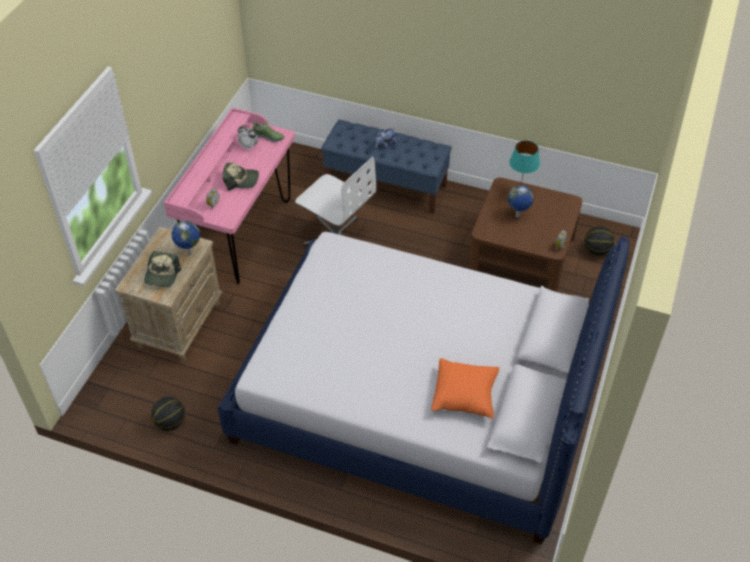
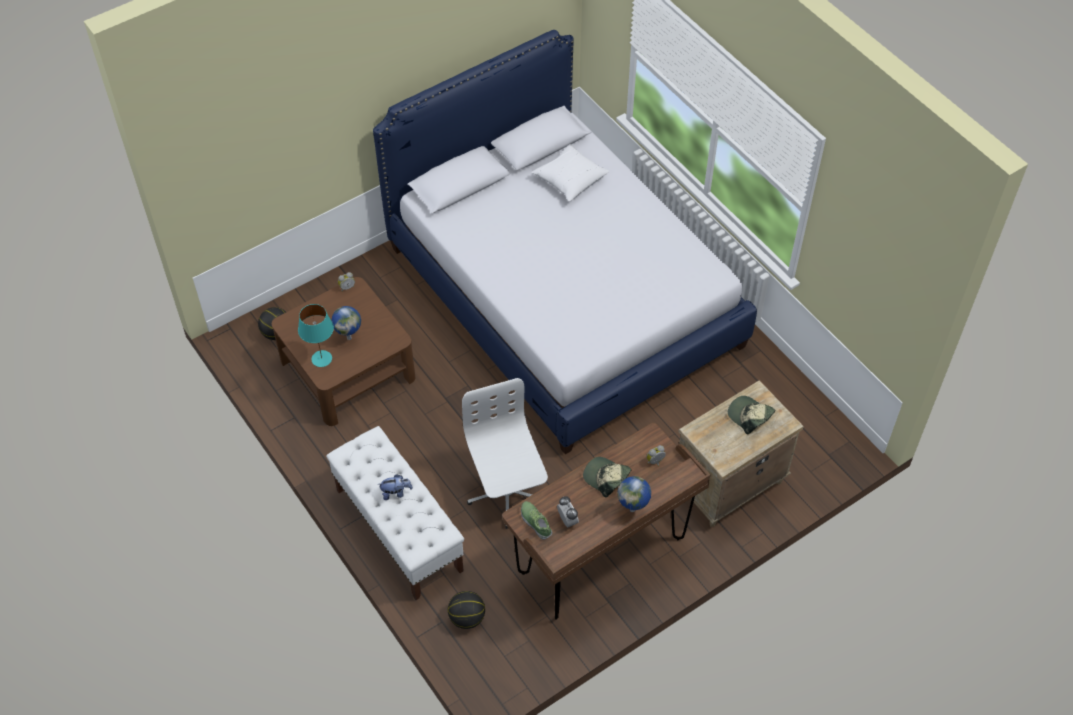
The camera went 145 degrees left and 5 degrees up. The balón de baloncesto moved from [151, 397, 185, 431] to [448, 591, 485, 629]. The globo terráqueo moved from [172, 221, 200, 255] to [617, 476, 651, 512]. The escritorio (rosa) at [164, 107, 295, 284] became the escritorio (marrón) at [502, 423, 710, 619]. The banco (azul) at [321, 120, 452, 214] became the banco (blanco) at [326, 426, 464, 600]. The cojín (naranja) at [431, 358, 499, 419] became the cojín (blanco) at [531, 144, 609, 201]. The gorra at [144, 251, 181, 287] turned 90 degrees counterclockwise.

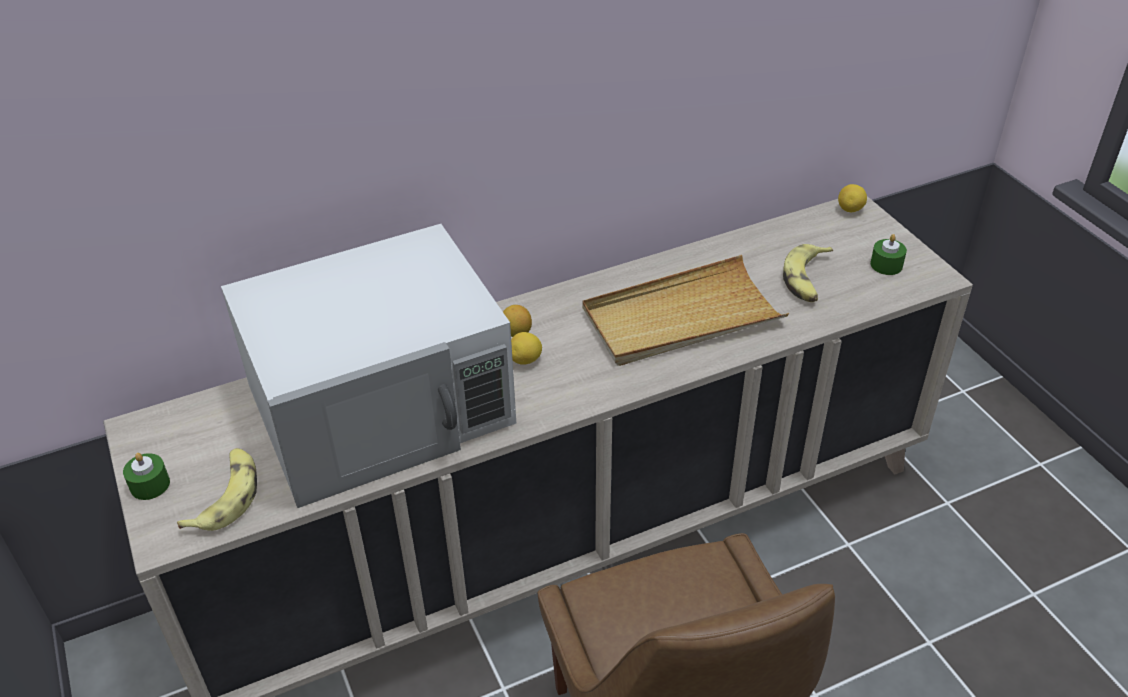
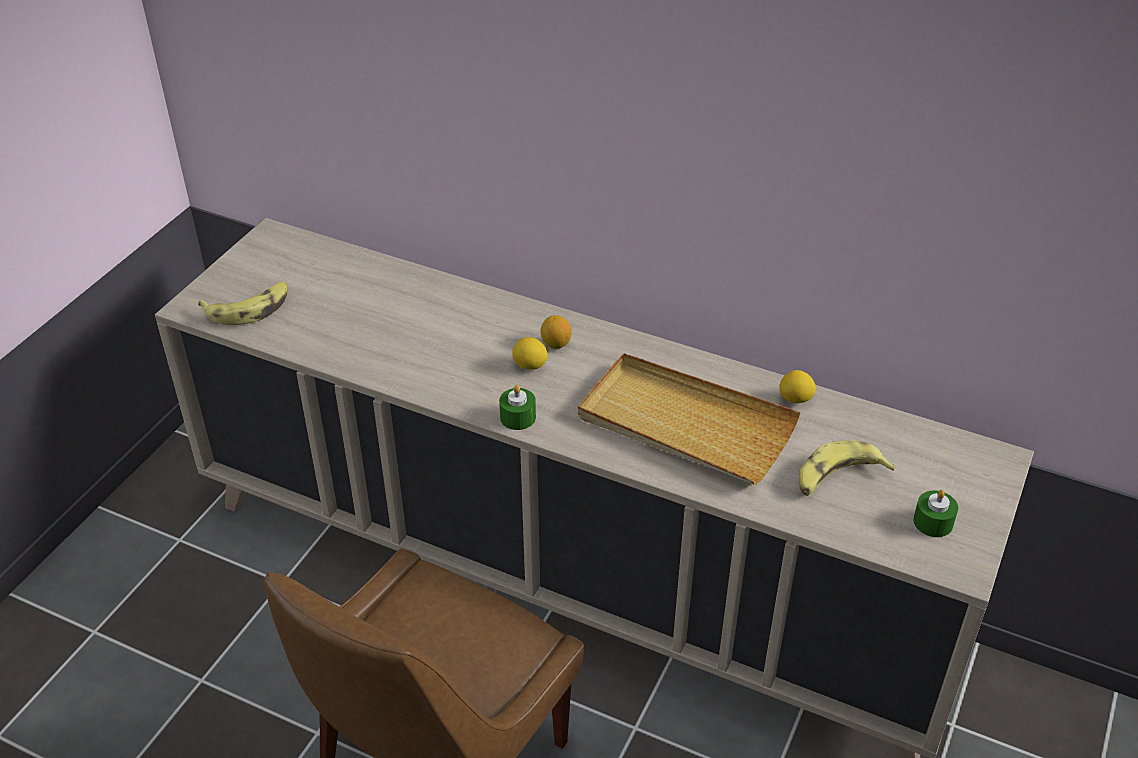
The camera went 50 degrees right and 0 degrees up. The microondas (blanco) at [221, 224, 516, 508] disappeared. The vela (verde) moved from [123, 453, 170, 500] to [499, 385, 536, 430]. The limón moved from [838, 184, 867, 212] to [779, 370, 816, 403].

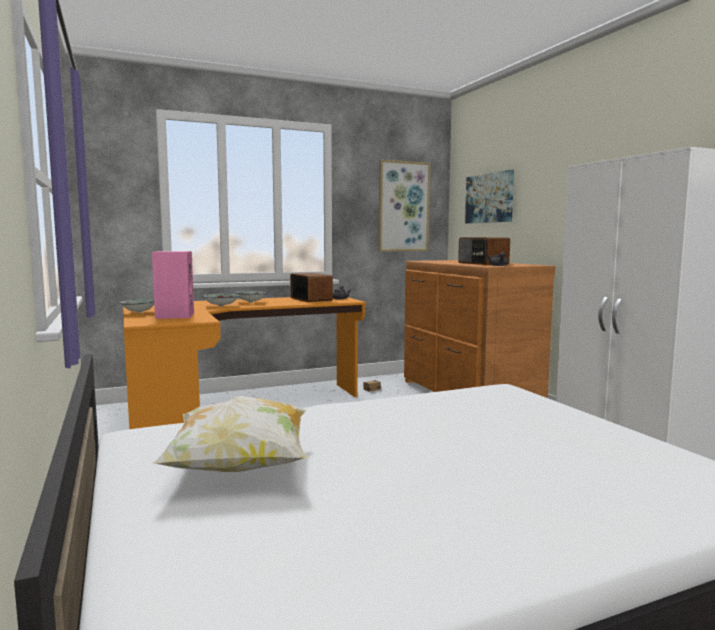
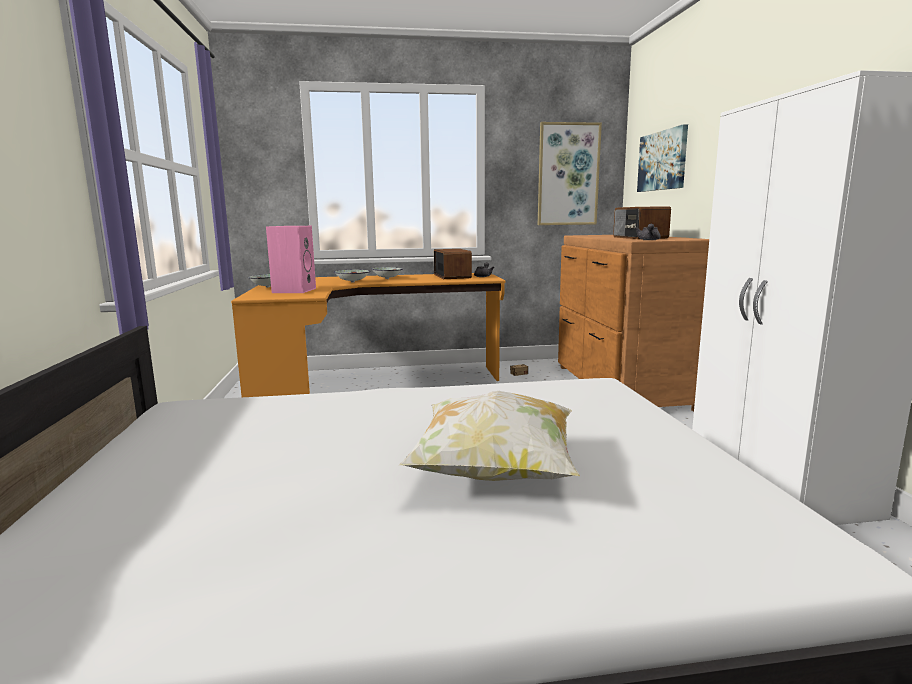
The camera went 15 degrees right and 5 degrees up. The cojín moved from [153, 396, 307, 472] to [399, 391, 580, 481].

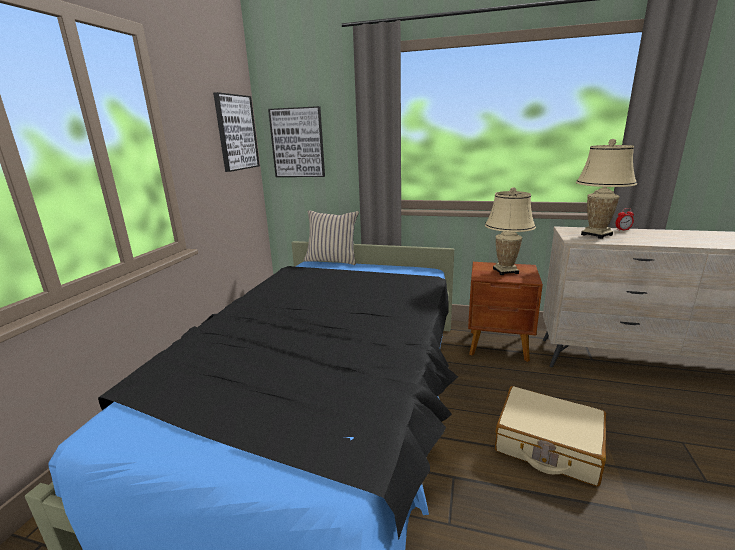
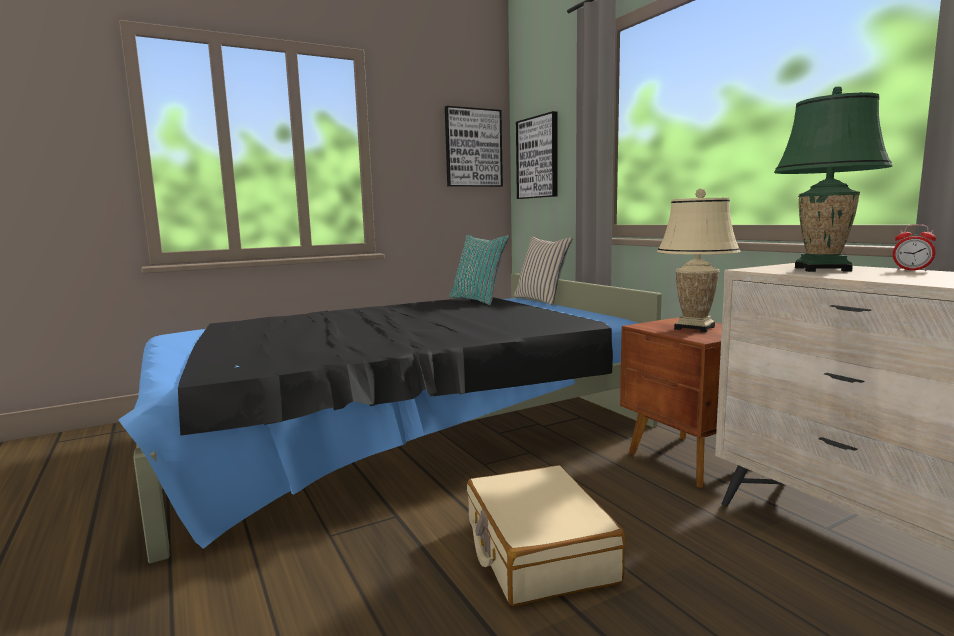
The camera went 45 degrees right and 10 degrees down. The cojín (turquesa) at [449, 235, 509, 305] appeared. The lámpara de mesa (beis) at [576, 139, 637, 239] became the lámpara de mesa (verde) at [774, 86, 892, 272].

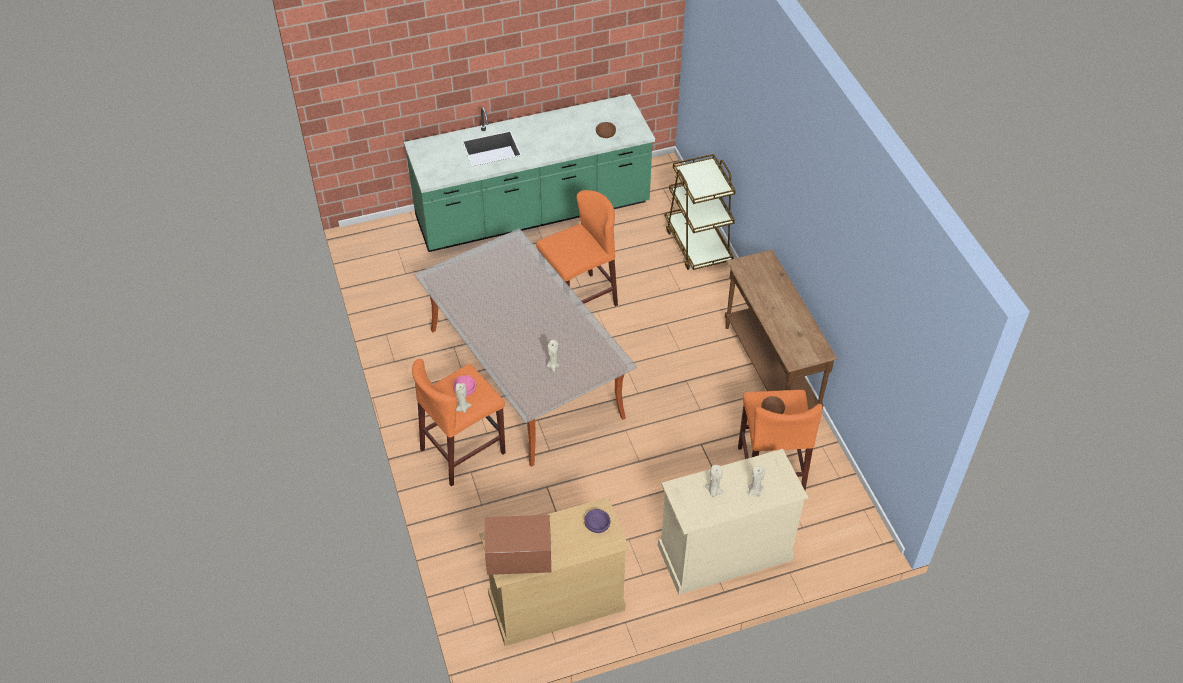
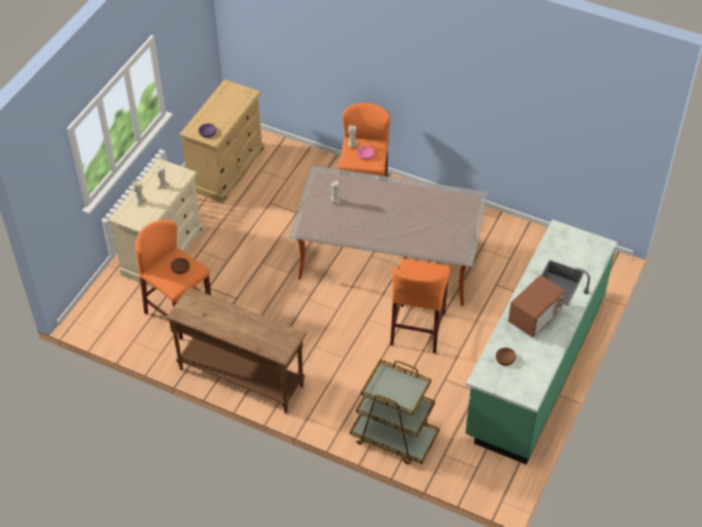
The camera went 135 degrees right and 0 degrees up. The microondas moved from [484, 515, 551, 575] to [508, 275, 565, 338].

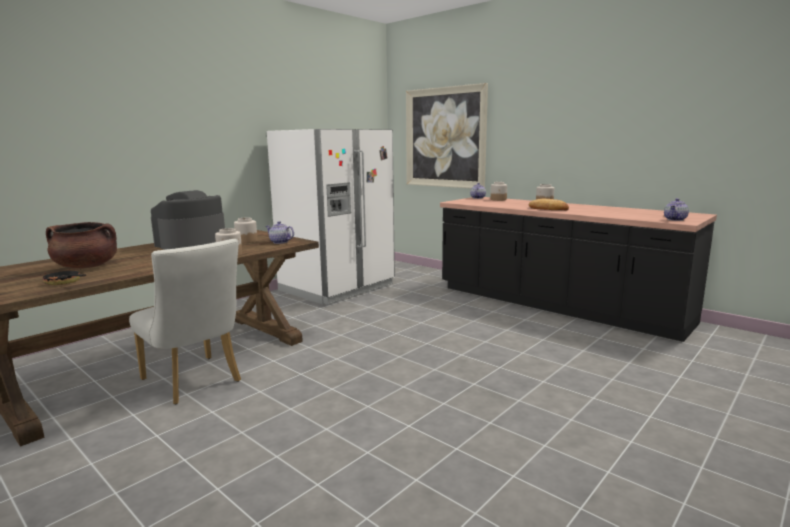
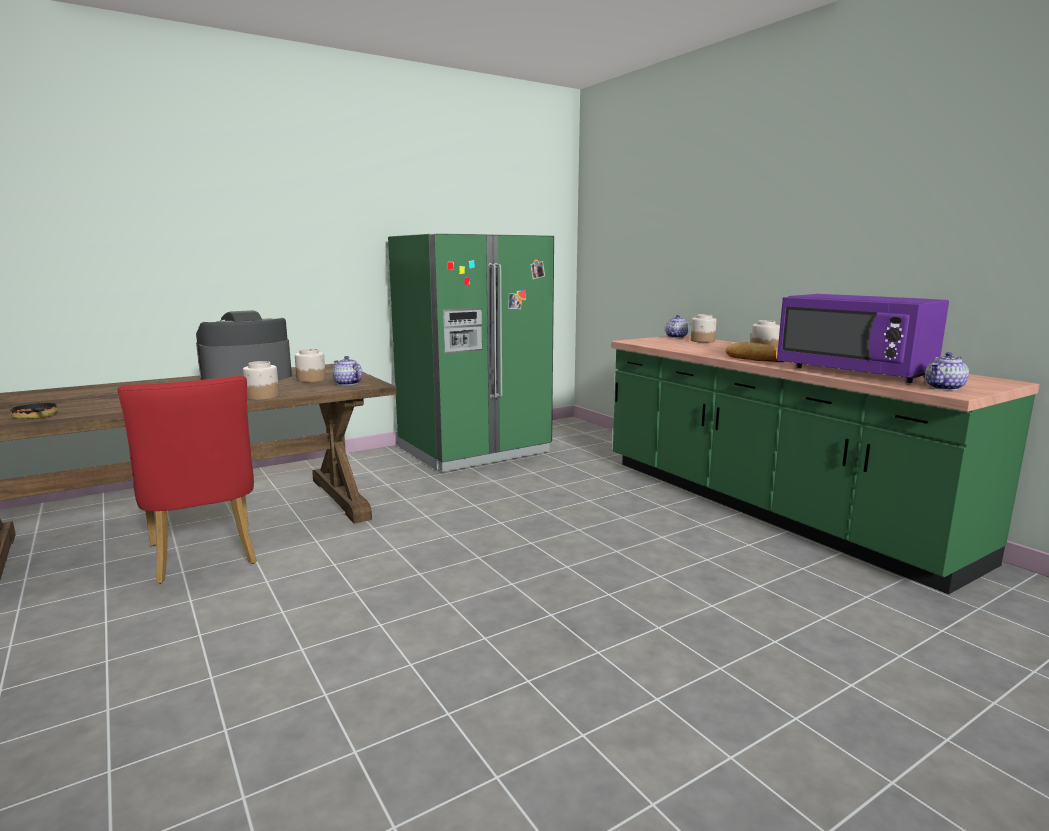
The camera went 15 degrees right and 0 degrees up. The olla (marrón) at [46, 222, 117, 268] disappeared. The cuadro at [406, 83, 488, 188] disappeared. The microondas (morado) at [777, 294, 949, 383] appeared. The silla (blanco) at [129, 239, 241, 405] became the silla (rojo) at [118, 375, 257, 584]. The nevera (blanco) at [267, 129, 395, 305] became the nevera (verde) at [388, 233, 554, 472]. The mueble bajo de cocina (negro) at [440, 197, 717, 342] became the mueble bajo de cocina (verde) at [611, 336, 1040, 595].

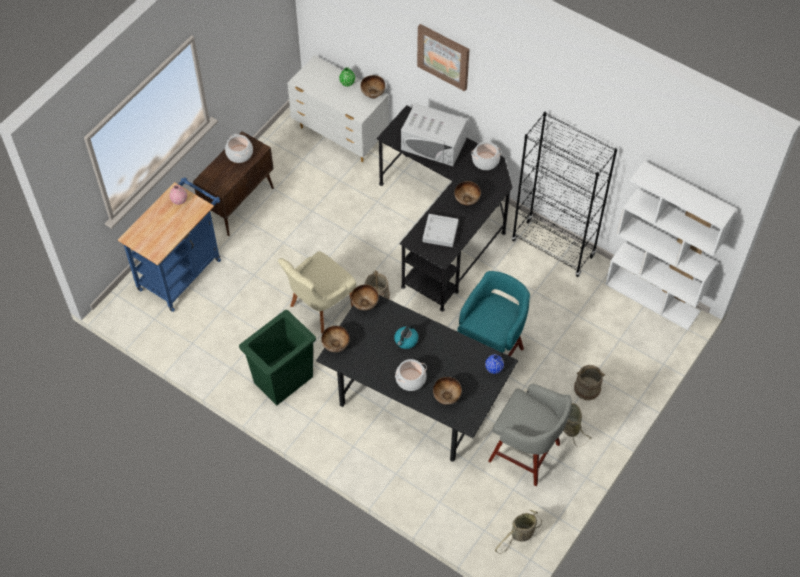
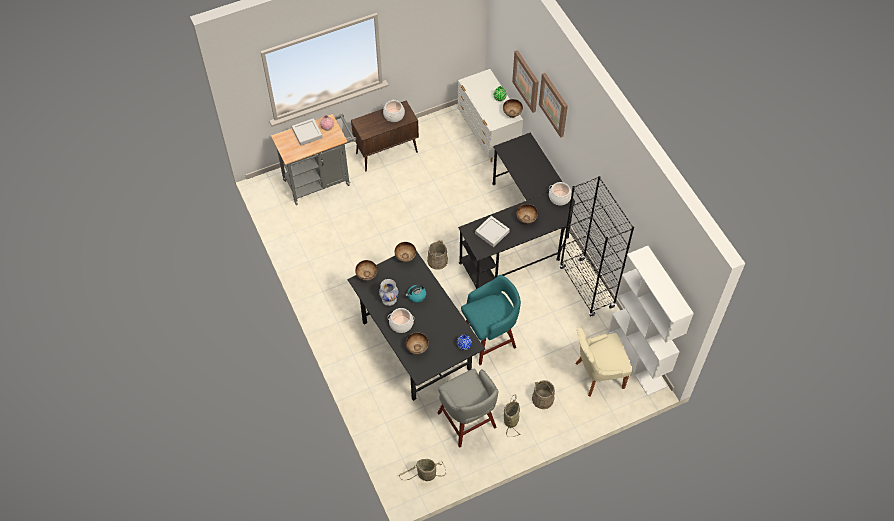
The camera went 30 degrees right and 0 degrees up. The papelera (verde) at [239, 310, 316, 405] disappeared. The microondas (blanco) at [401, 103, 468, 166] disappeared. The bandeja (gris) at [292, 118, 323, 146] appeared. The florero (blanco) at [379, 279, 398, 306] appeared. The cuadro at [512, 50, 539, 113] appeared. The silla (beis) moved from [278, 251, 356, 333] to [575, 327, 632, 397]. The carrito (azul) at [118, 177, 221, 312] became the carrito (gris) at [271, 114, 356, 205].

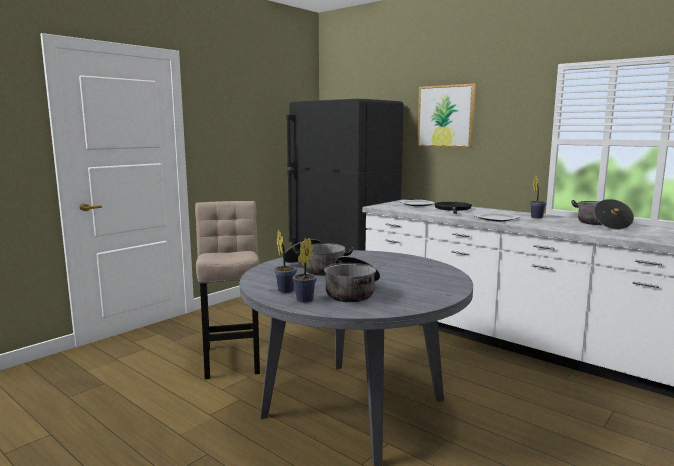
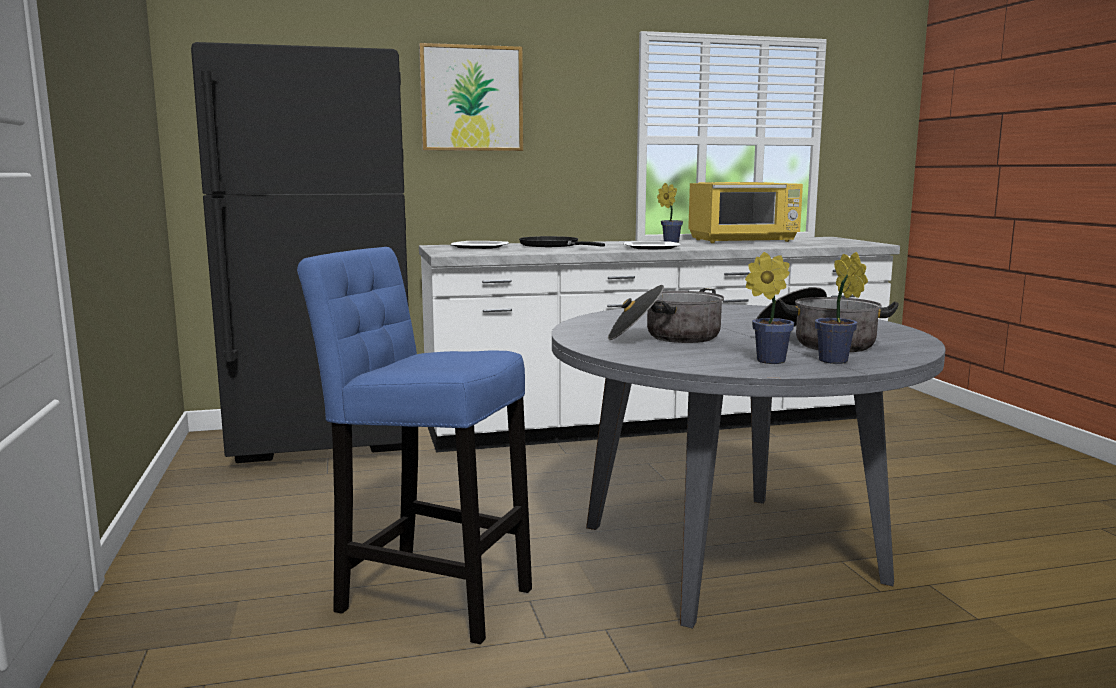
The camera went 55 degrees left and 0 degrees up. The olla at [571, 199, 634, 230] was replaced by the microondas (amarillo) at [688, 182, 803, 243]. The taburete (beis) at [195, 201, 260, 379] became the taburete (azul) at [297, 247, 532, 644].

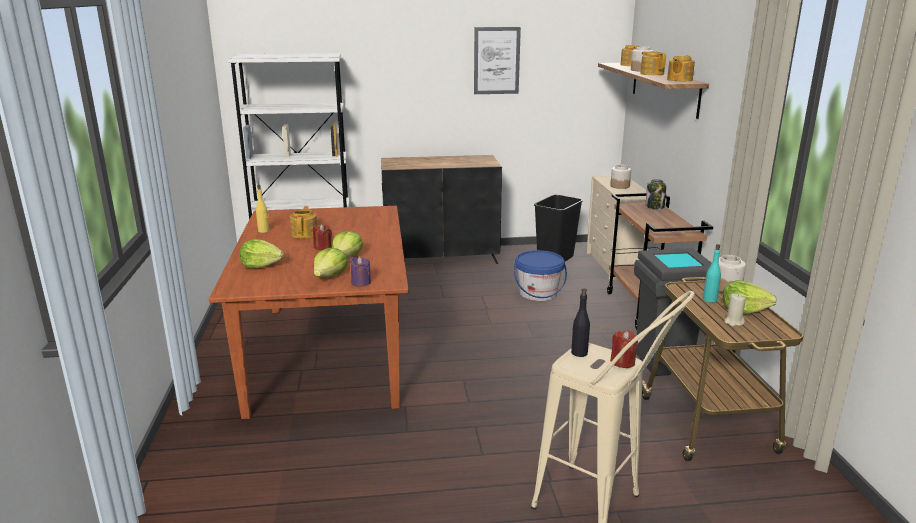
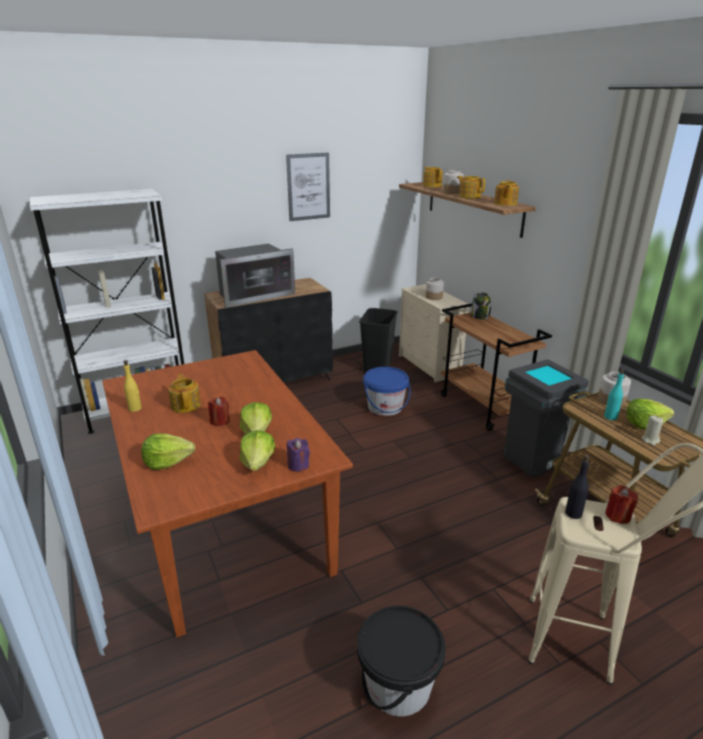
The camera went 20 degrees left and 5 degrees up. The microondas at [215, 244, 295, 307] appeared. The cubo (negro) at [357, 606, 446, 716] appeared.

